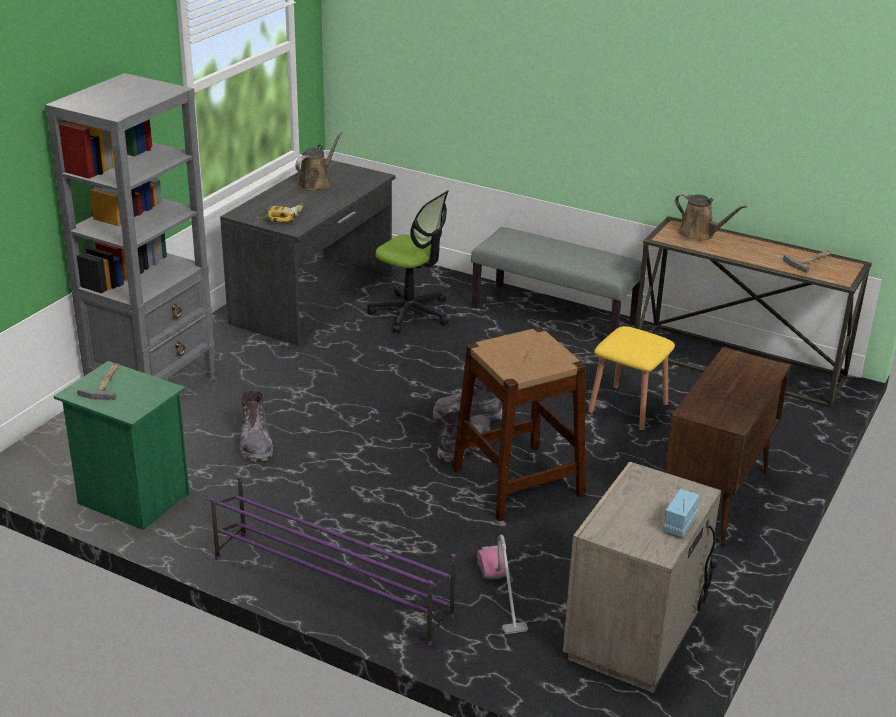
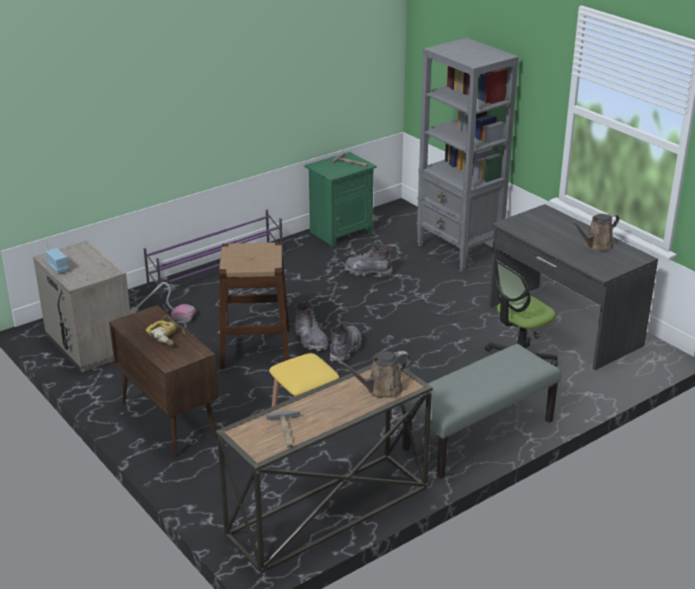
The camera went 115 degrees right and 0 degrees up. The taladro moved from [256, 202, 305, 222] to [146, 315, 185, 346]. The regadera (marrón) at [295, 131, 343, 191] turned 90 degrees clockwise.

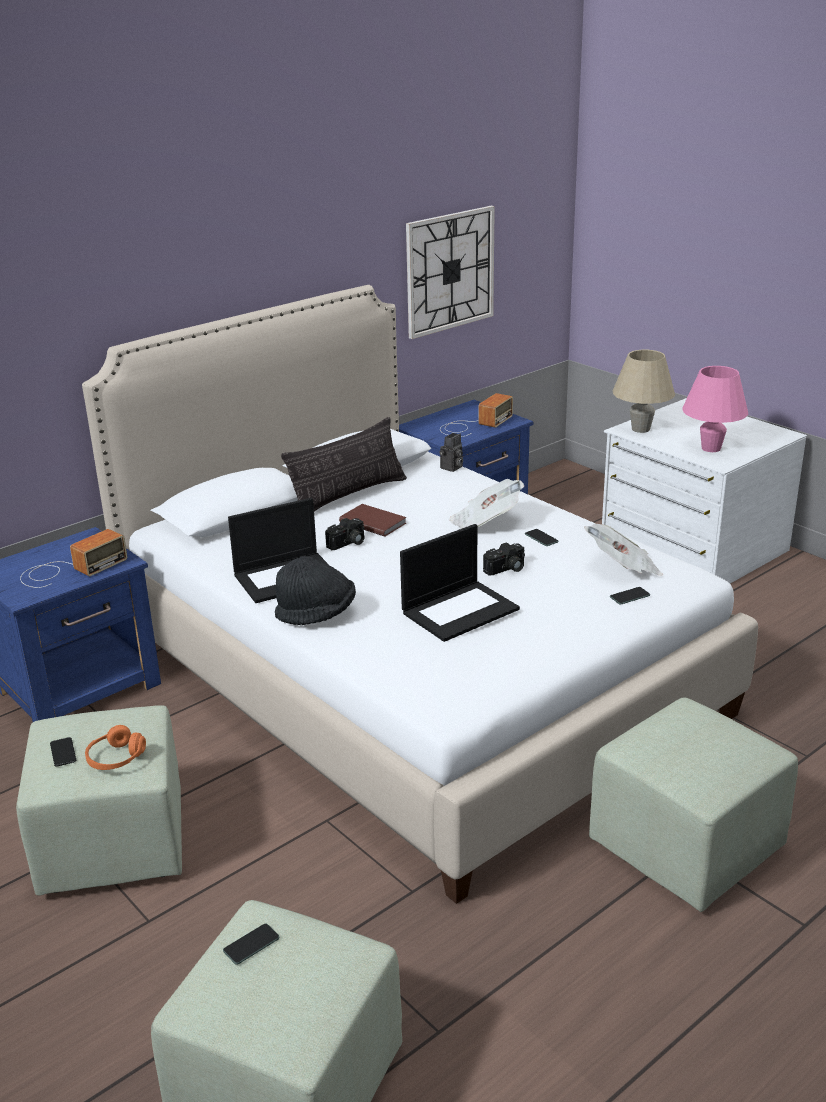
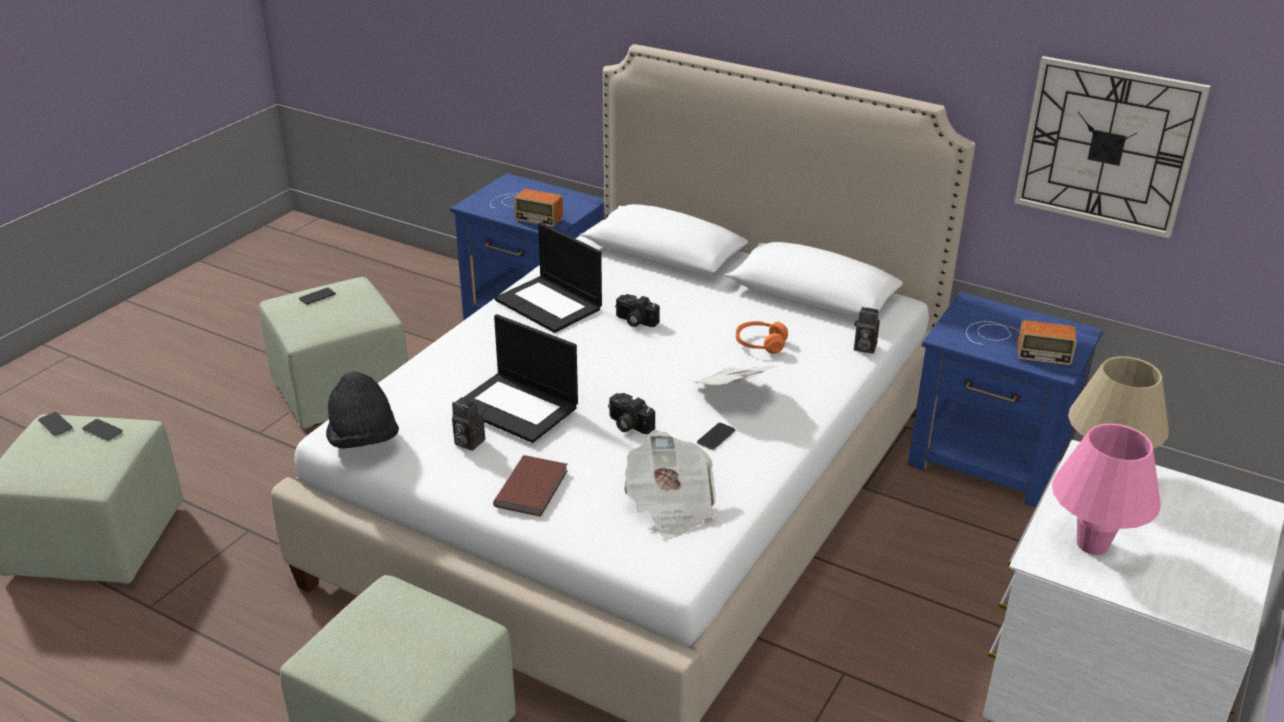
The camera went 70 degrees right and 5 degrees up. The cojín at [281, 417, 407, 512] disappeared. The cámara at [452, 397, 485, 451] appeared. The auriculares (naranja) moved from [85, 725, 146, 770] to [736, 321, 788, 354]. The sombrero (negro) moved from [275, 556, 356, 625] to [326, 371, 399, 449]. The libro (marrón) moved from [339, 504, 407, 537] to [493, 455, 568, 517]. The móvil moved from [610, 587, 650, 604] to [38, 412, 73, 436].

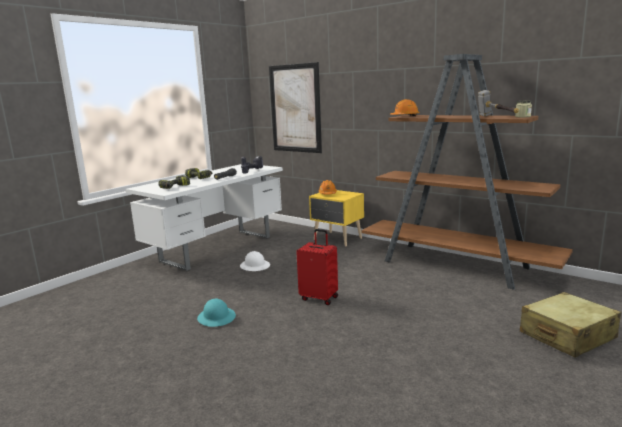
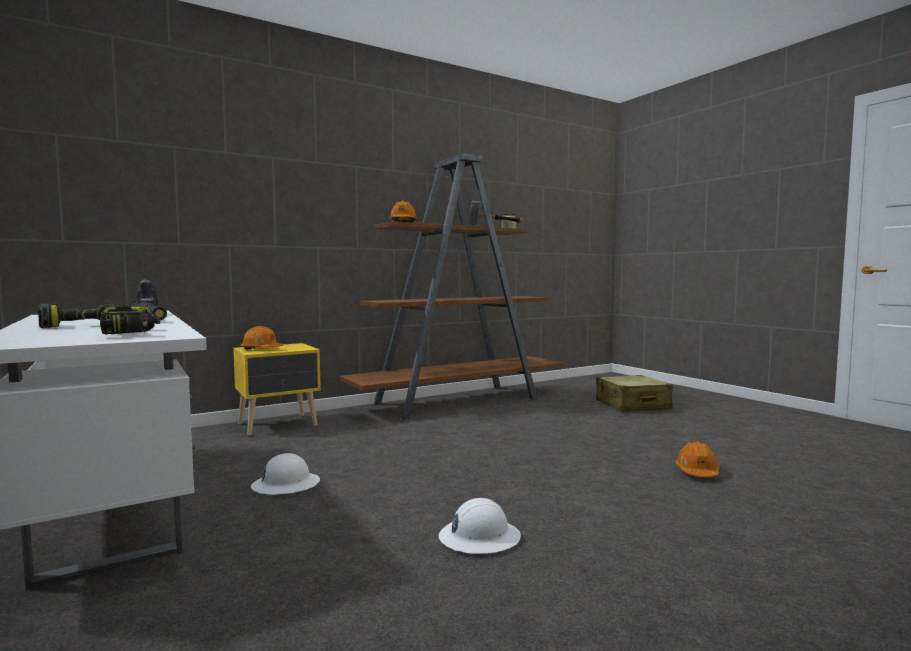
The camera went 70 degrees left and 10 degrees down. The cuadro at [269, 62, 322, 153] disappeared. The maleta (rojo) at [296, 229, 338, 305] disappeared. The casco (naranja) at [676, 441, 720, 477] appeared. The casco (turquesa) at [197, 298, 236, 327] became the casco (blanco) at [439, 498, 521, 554].

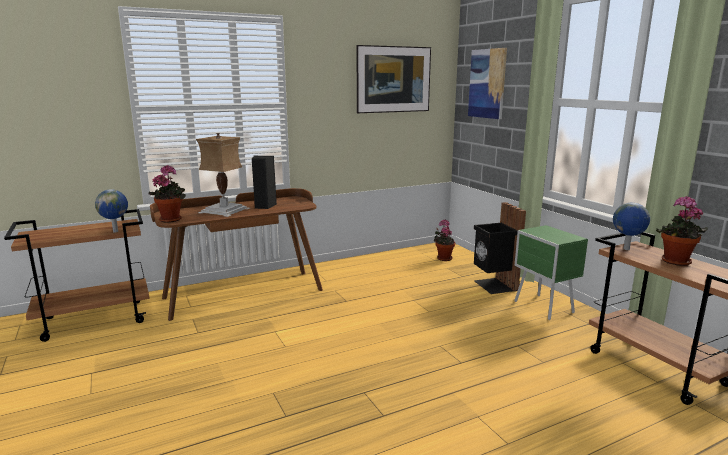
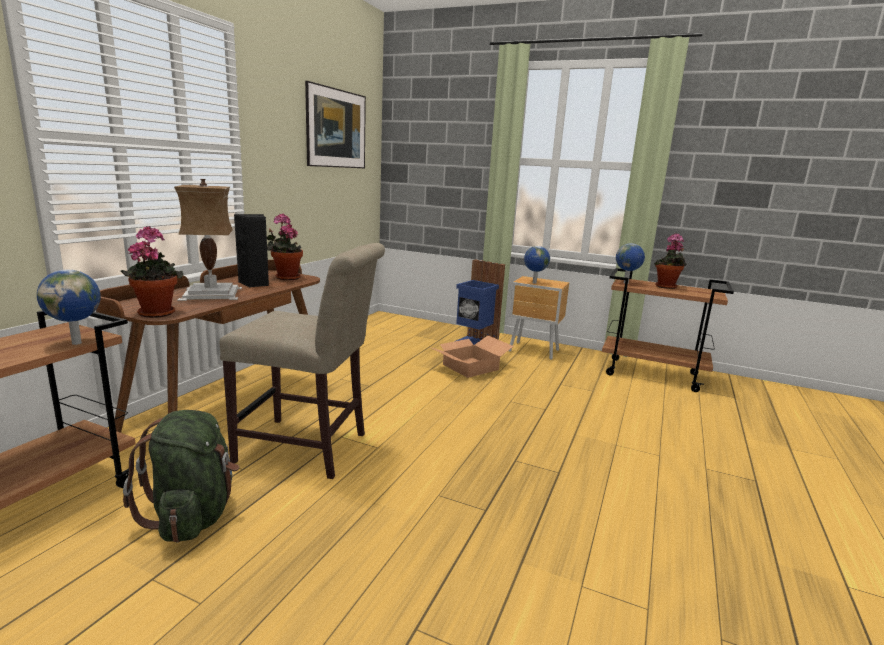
The camera went 40 degrees left and 0 degrees up. The cuadro at [468, 48, 507, 119] disappeared. The mochila (verde) at [123, 410, 239, 542] appeared. The silla (beis) at [219, 243, 385, 479] appeared. The caja de cartón at [430, 336, 514, 378] appeared. The globo terráqueo at [524, 246, 550, 284] appeared. The planta en maceta moved from [434, 220, 455, 261] to [267, 214, 303, 280]. The papelera (negro) at [474, 202, 526, 294] became the papelera (azul) at [456, 259, 505, 345]. The mesita de noche (verde) at [514, 225, 588, 320] became the mesita de noche (marrón) at [509, 276, 569, 360].

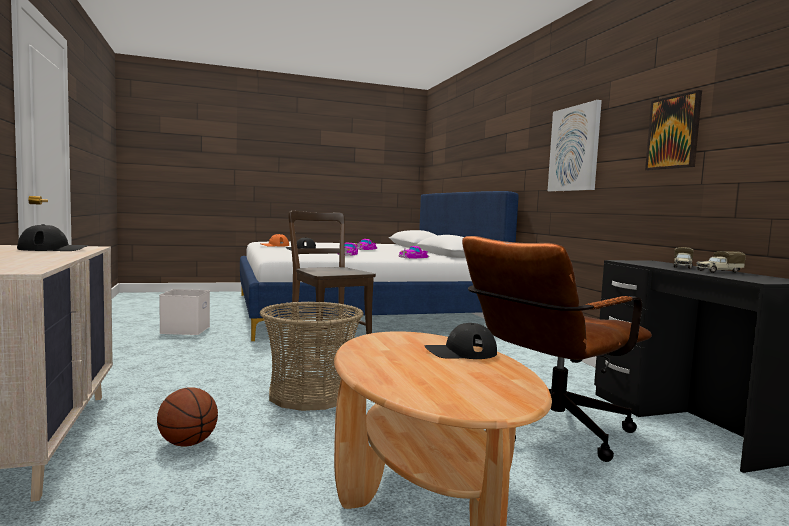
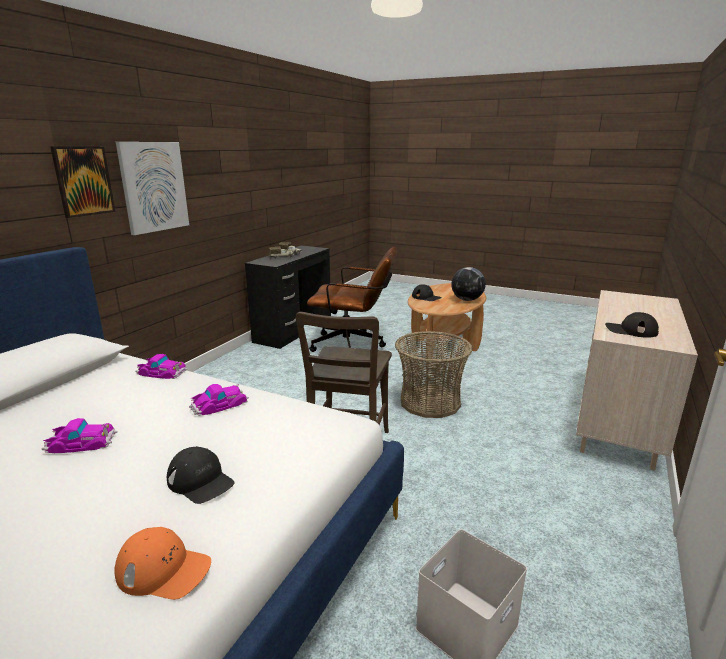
The camera went 135 degrees left and 15 degrees up. The balón de baloncesto at [157, 387, 218, 447] disappeared. The globo terráqueo at [451, 267, 486, 301] appeared. The cuadro moved from [645, 90, 702, 170] to [50, 146, 115, 218].

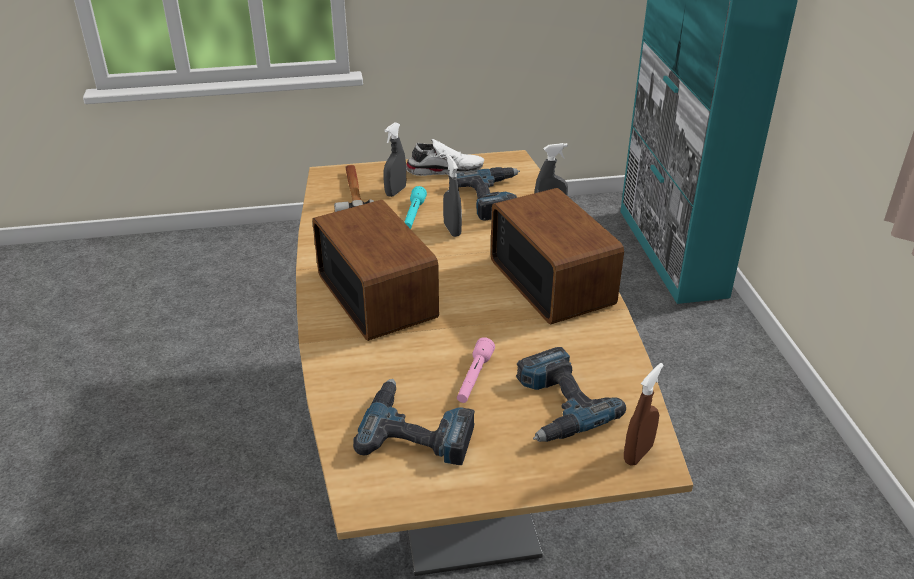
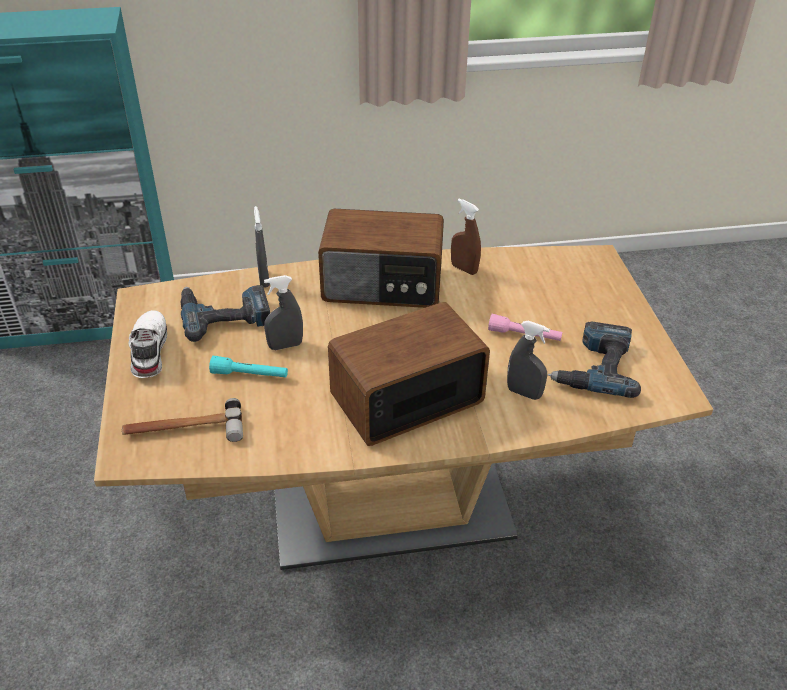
The camera went 90 degrees left and 5 degrees up. The taladro at [516, 347, 626, 442] disappeared. The pulverizador (gris) moved from [383, 122, 406, 197] to [507, 321, 550, 400]. The pulverizador (marrón) moved from [624, 363, 664, 466] to [451, 199, 481, 275]. The radio at [490, 188, 624, 324] turned 150 degrees counterclockwise.

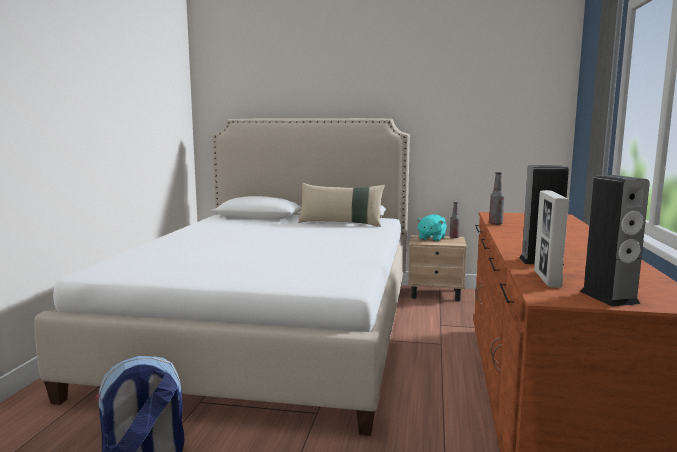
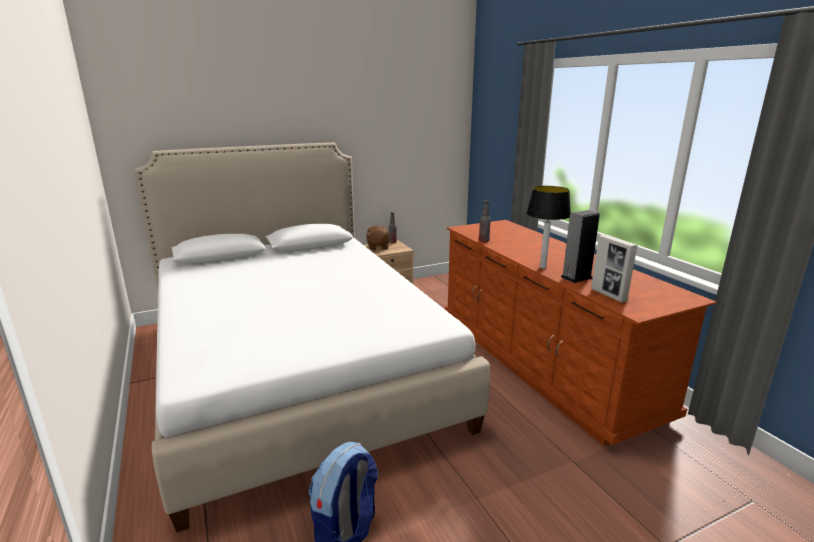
The camera went 35 degrees left and 10 degrees up. The cojín (beis) at [298, 183, 385, 227] disappeared. The altavoz at [580, 175, 650, 306] disappeared. The lámpara de mesa at [527, 186, 571, 269] appeared. The peluche (turquesa) at [417, 214, 447, 241] became the peluche (marrón) at [367, 226, 391, 250].

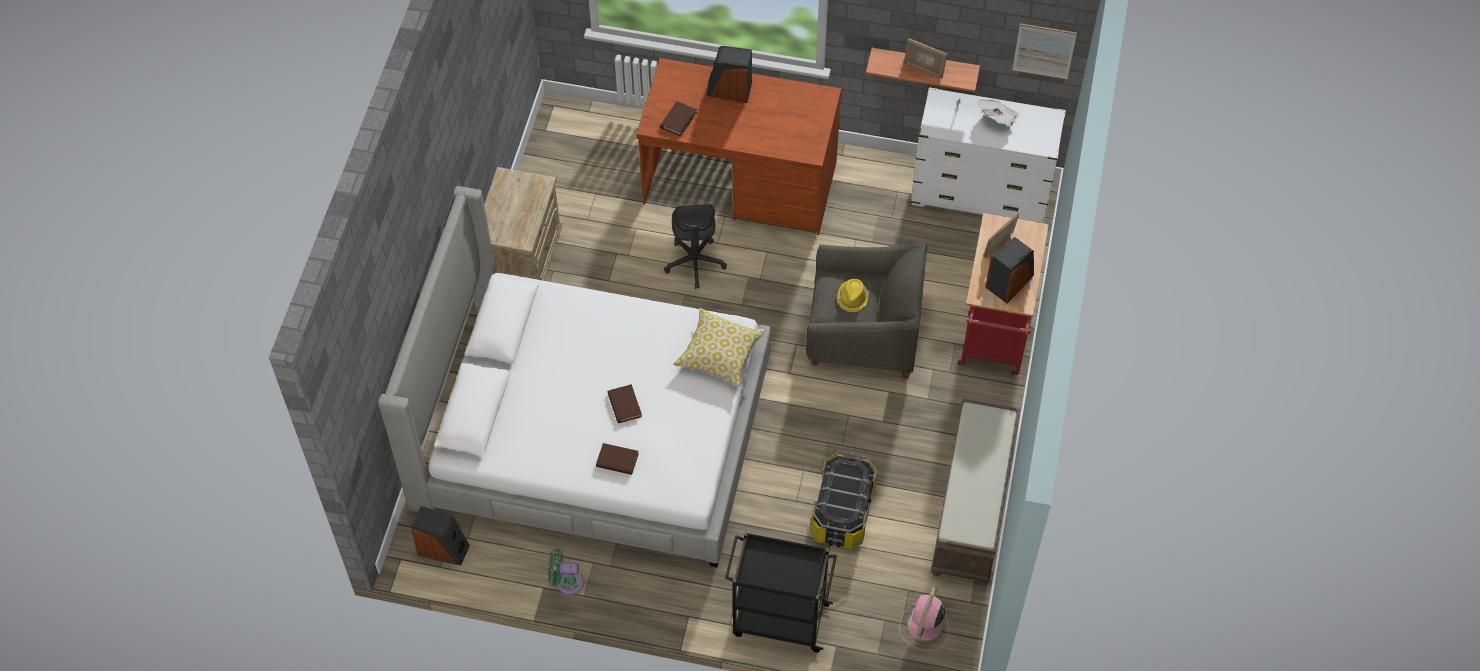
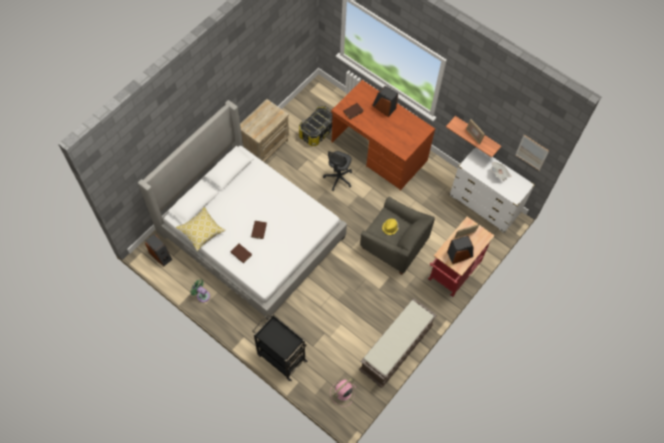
The camera went 25 degrees right and 5 degrees up. The cojín moved from [673, 308, 765, 387] to [176, 207, 225, 251]. The caja de almacenaje moved from [810, 451, 877, 549] to [299, 106, 333, 146].

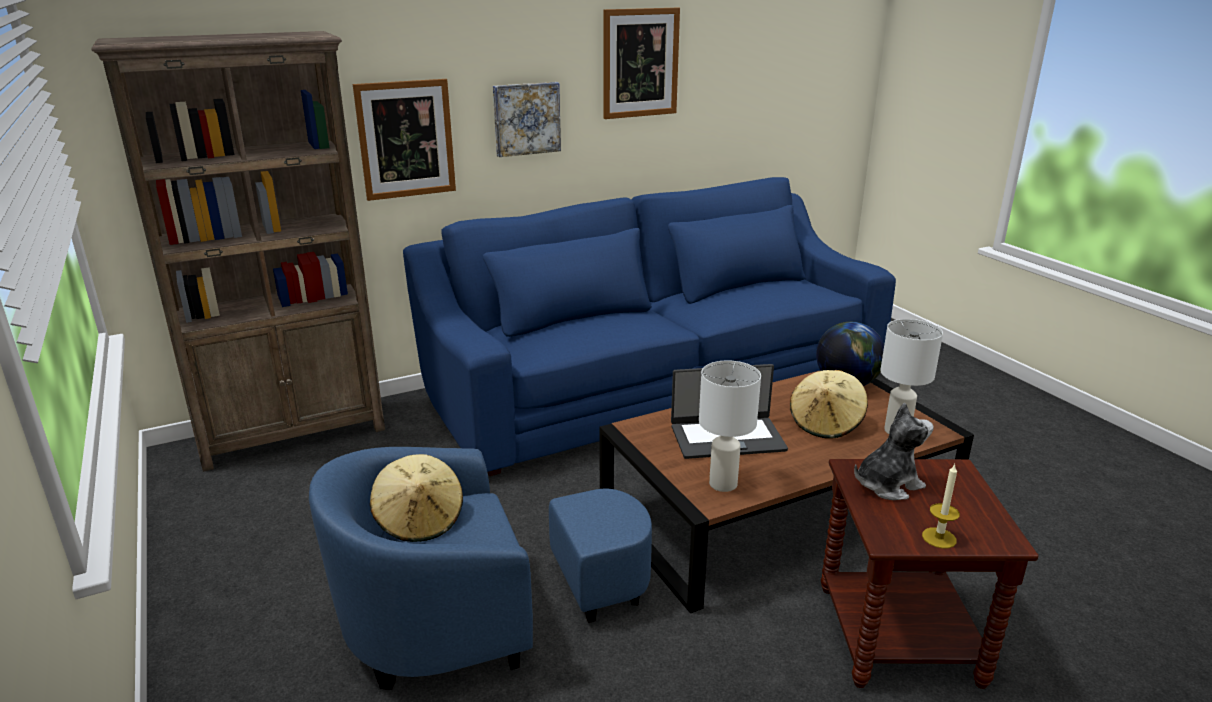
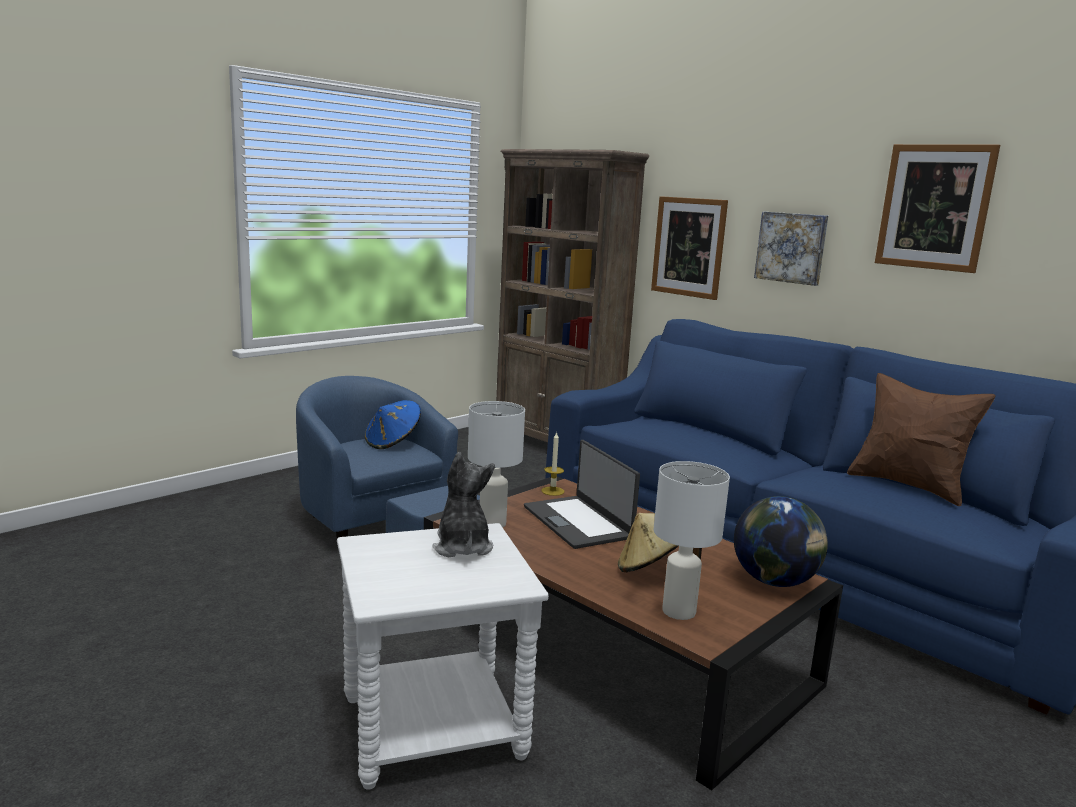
The camera went 70 degrees right and 10 degrees down. The cojín (marrón) at [847, 373, 995, 506] appeared. The vela moved from [922, 464, 960, 548] to [541, 431, 564, 496]. The sombrero (beis) at [370, 454, 463, 542] became the sombrero (azul) at [365, 400, 421, 449]. The mesa auxiliar (marrón) at [821, 459, 1039, 689] became the mesa auxiliar (blanco) at [337, 523, 549, 790]. The peluche at [854, 403, 934, 500] turned 150 degrees counterclockwise.

